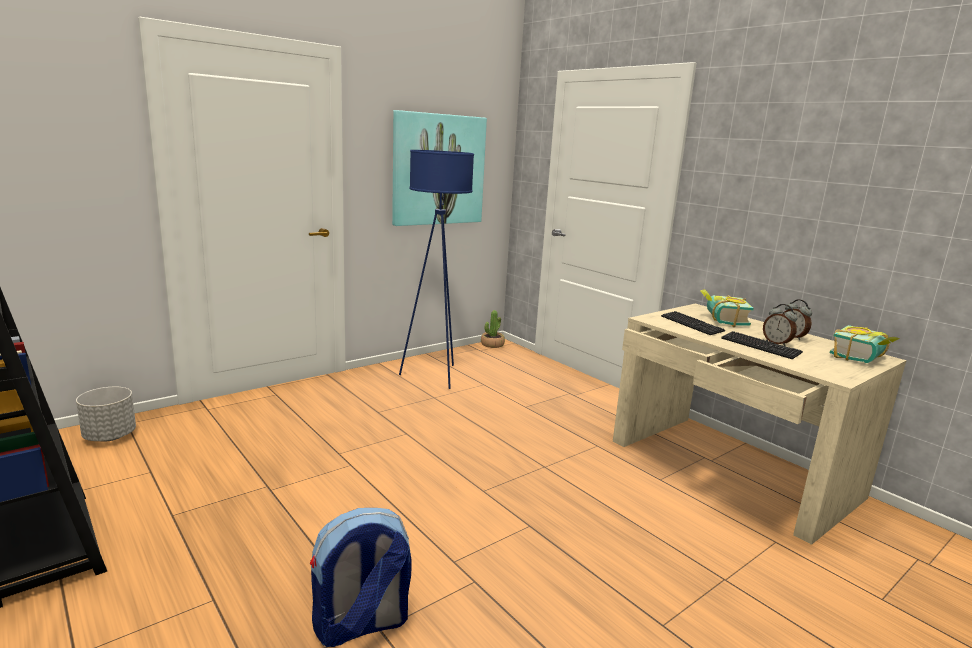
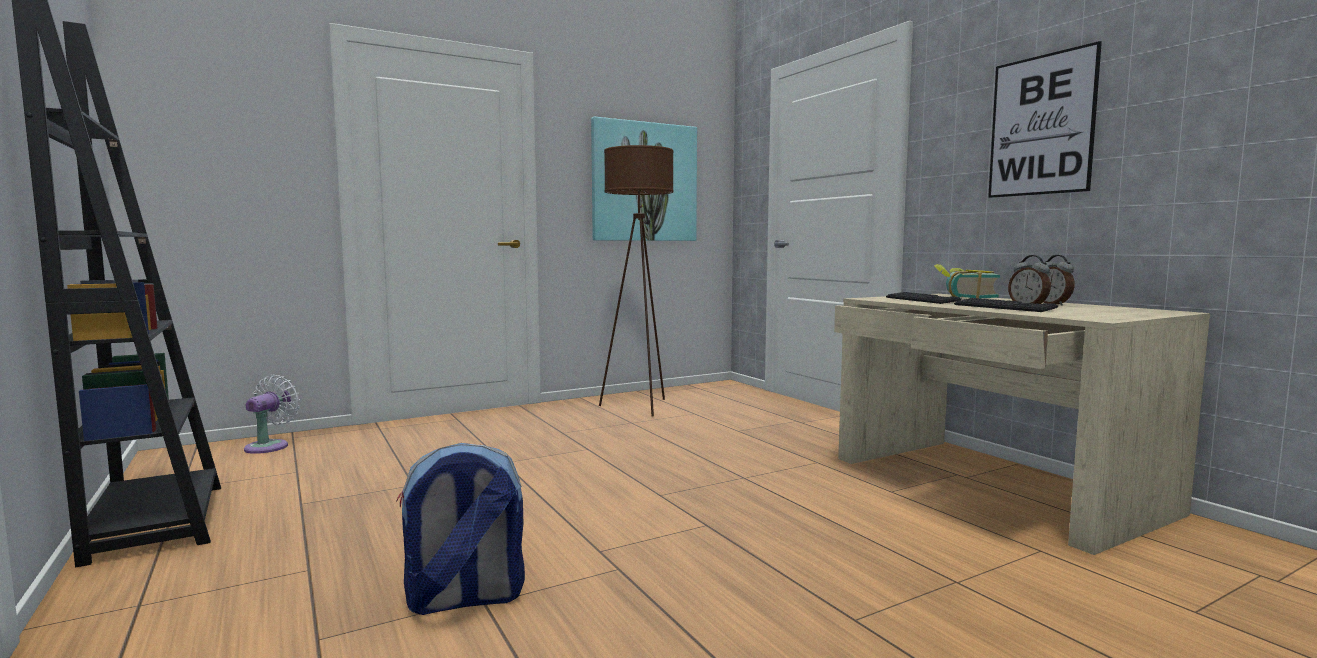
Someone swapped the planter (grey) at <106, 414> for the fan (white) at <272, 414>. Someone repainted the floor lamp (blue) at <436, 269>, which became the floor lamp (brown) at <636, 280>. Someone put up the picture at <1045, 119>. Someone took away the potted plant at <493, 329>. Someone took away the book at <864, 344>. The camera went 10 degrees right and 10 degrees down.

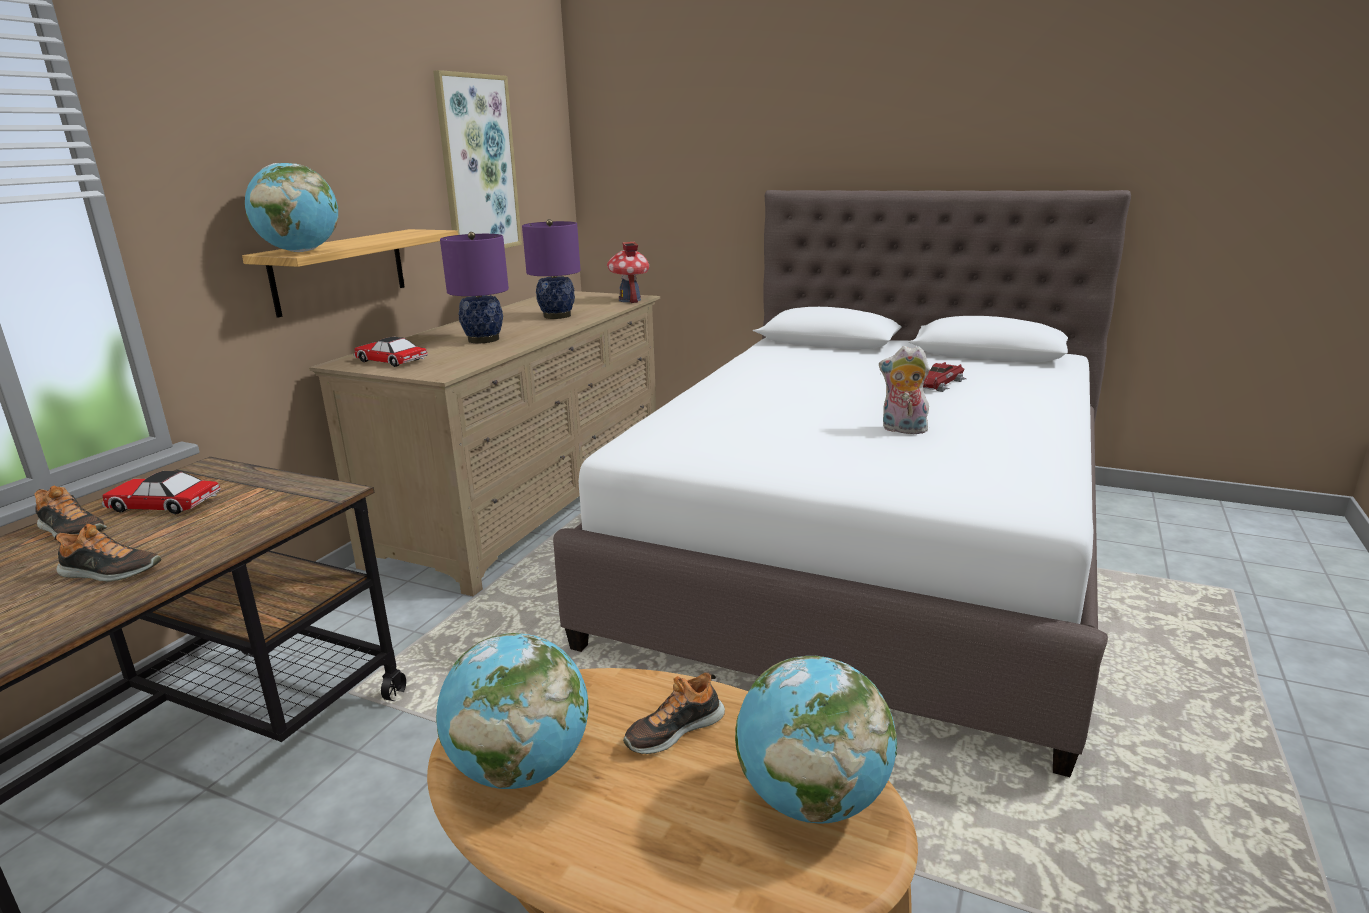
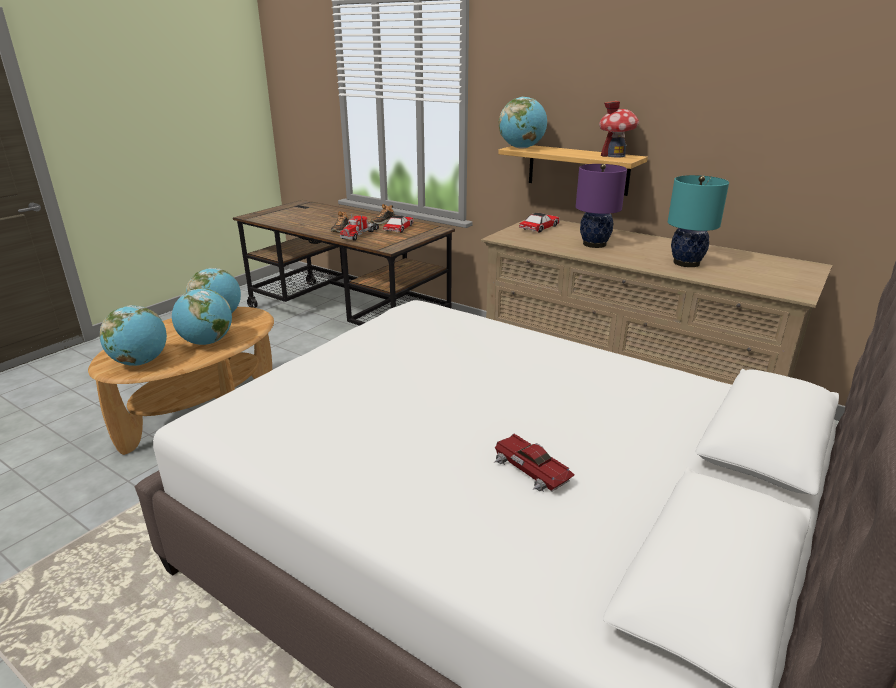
Someone swapped the shoe at <674, 713> for the globe at <202, 317>. Someone put down the toy truck at <359, 227>. Someone carried the toy house from <628, 272> to <619, 129>. Someone repainted the table lamp (purple) at <551, 269>, which became the table lamp (turquoise) at <698, 221>. Someone took away the picture at <477, 159>. Someone took away the plush toy at <904, 390>. The camera went 100 degrees right and 5 degrees up.

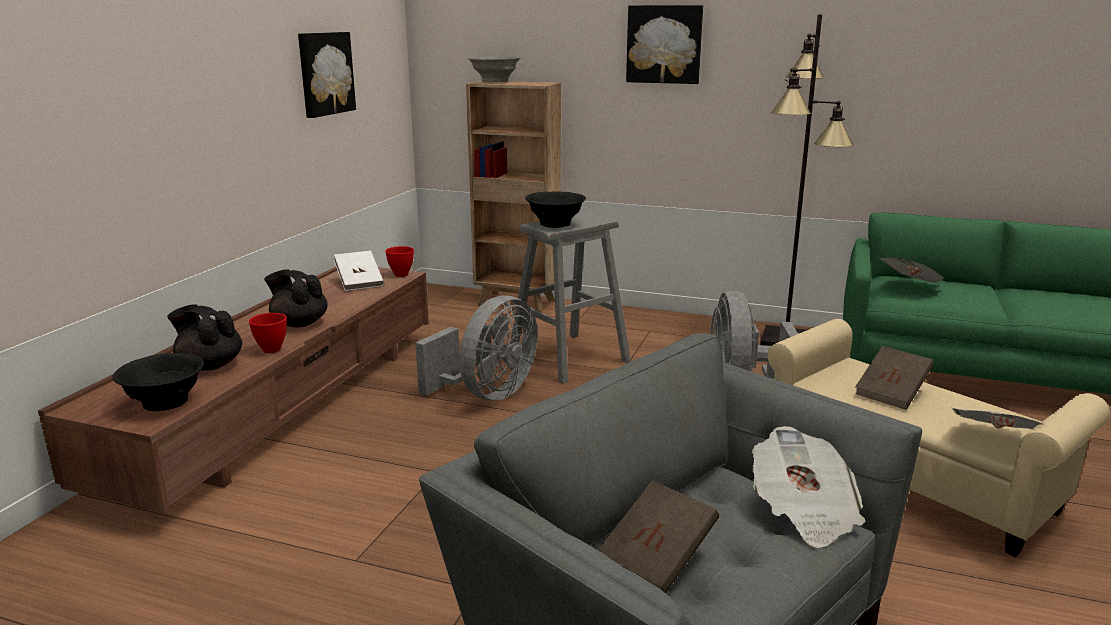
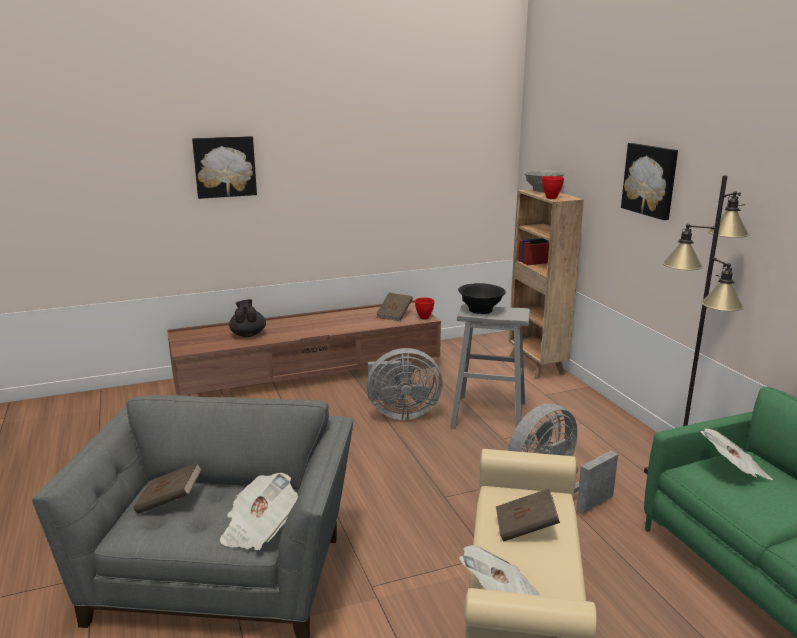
Someone carried the picture from <327, 75> to <224, 167>. Someone repainted the book (white) at <359, 271>, which became the book (brown) at <394, 307>. Someone carried the bowl (red) from <268, 333> to <553, 187>. Someone took away the bowl (black) at <158, 382>. Someone took away the teapot (black) at <296, 298>. The camera went 50 degrees right and 0 degrees up.

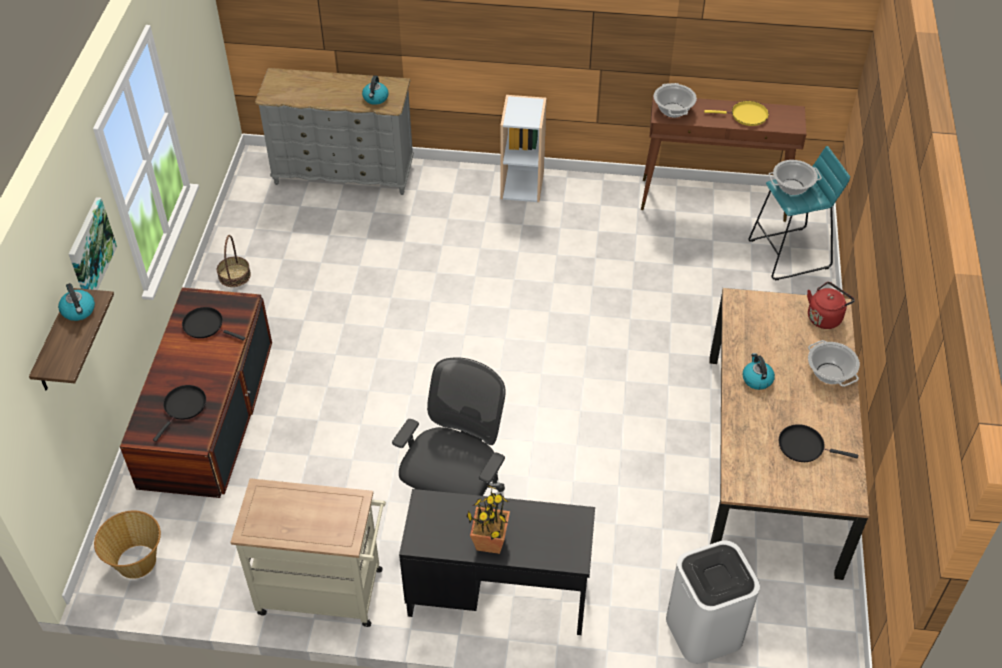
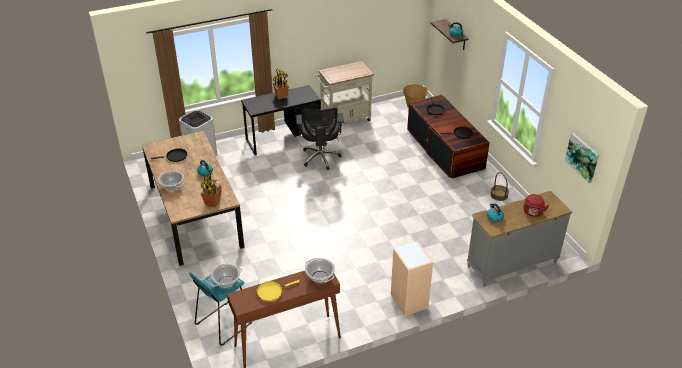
Someone put down the potted plant at <211, 188>. Someone carried the kettle (red) from <831, 305> to <536, 205>. Someone carried the picture from <93, 243> to <582, 158>. The camera went 150 degrees right and 10 degrees down.

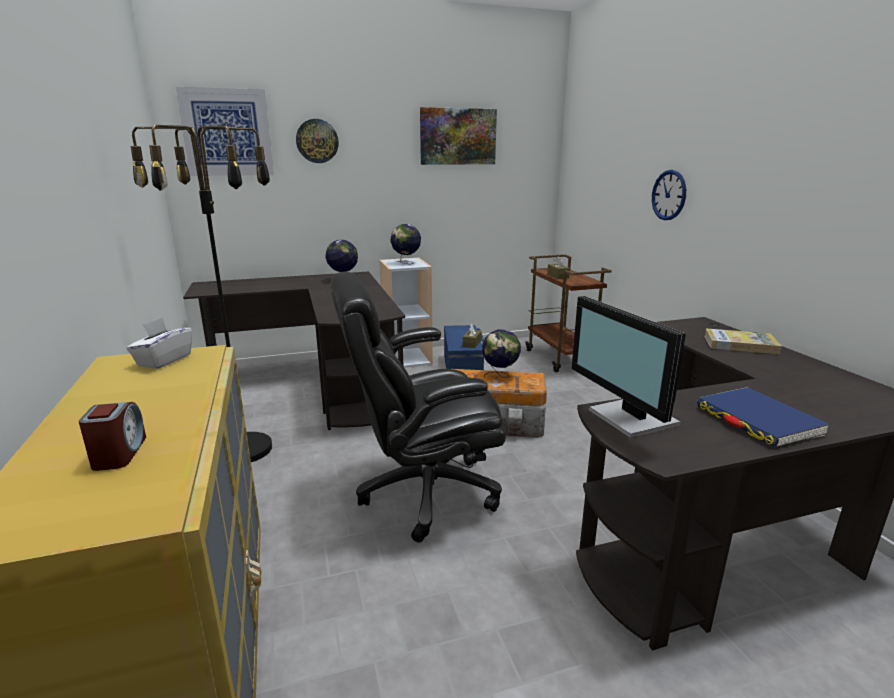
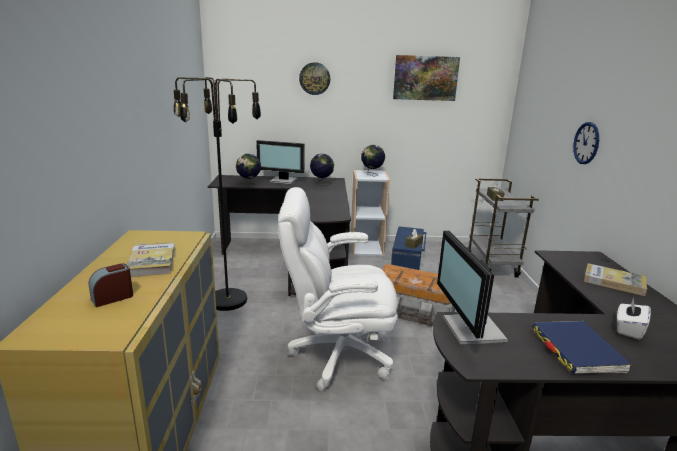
Someone rotated the alarm clock at <112, 436> by 135 degrees counterclockwise. Someone put down the book at <150, 259>. Someone carried the globe from <501, 353> to <248, 170>. Someone put down the monitor at <280, 162>. Someone repainted the office chair (black) at <418, 407>, which became the office chair (white) at <338, 289>. Someone repainted the cart (brown) at <568, 313>, which became the cart (grey) at <503, 228>. Someone carried the tissue box (white) from <159, 343> to <634, 318>. Someone took away the picture at <225, 131>. The camera went 15 degrees right and 0 degrees up.

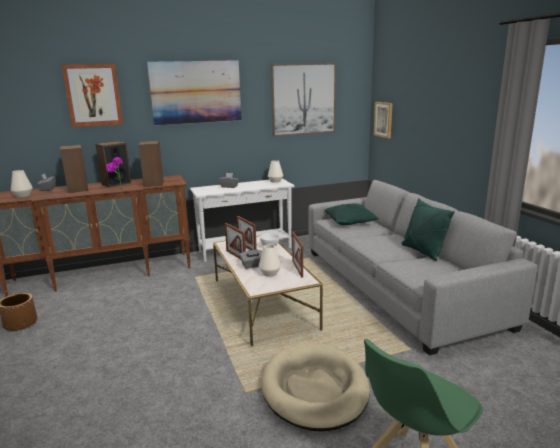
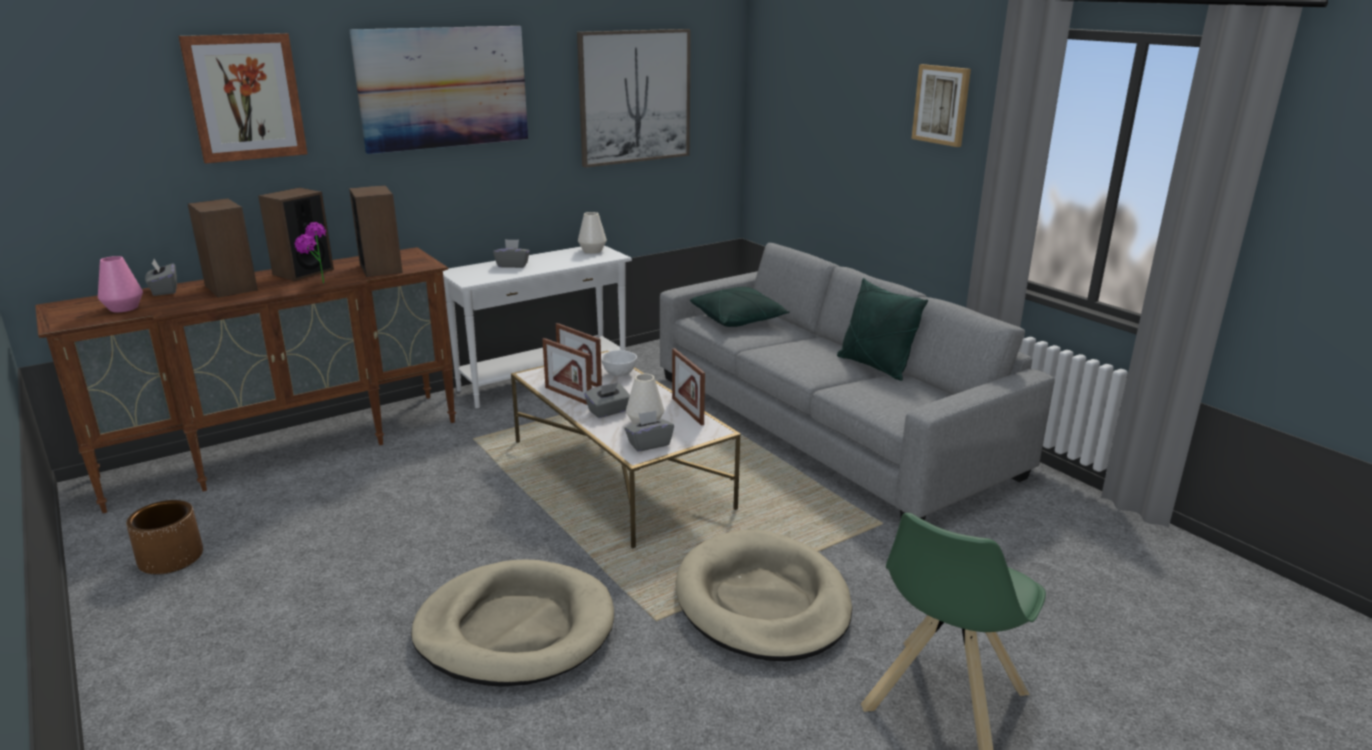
Someone repainted the vase (white) at <22, 184>, which became the vase (pink) at <120, 284>. Someone put down the dog bed (beige) at <512, 623>. Someone put down the tissue box (grey) at <649, 431>. Someone carried the picture from <383, 120> to <941, 105>. The camera went 15 degrees left and 5 degrees up.

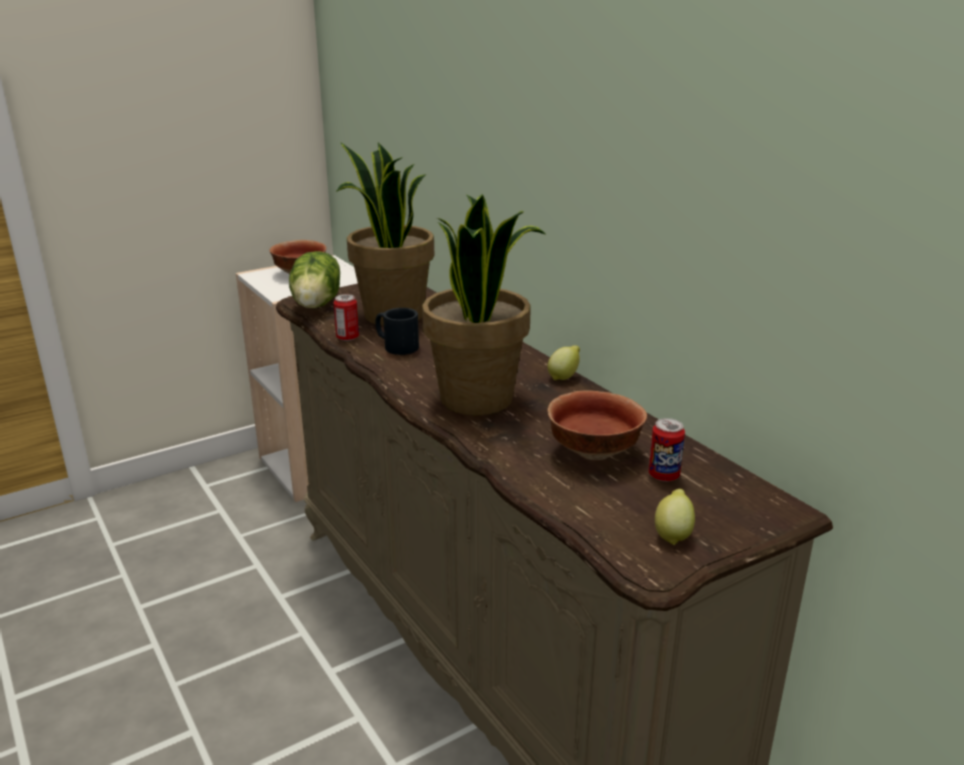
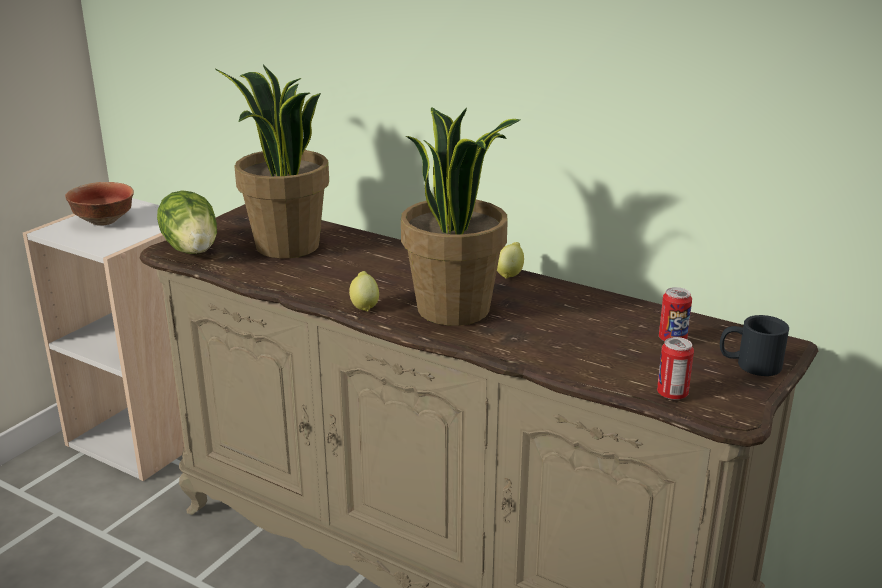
Someone carried the lemon from <675, 517> to <364, 291>. Someone carried the can from <346, 317> to <675, 368>. Someone carried the mug (black) from <397, 331> to <754, 345>. Someone took away the bowl at <597, 425>. The camera went 25 degrees left and 0 degrees up.

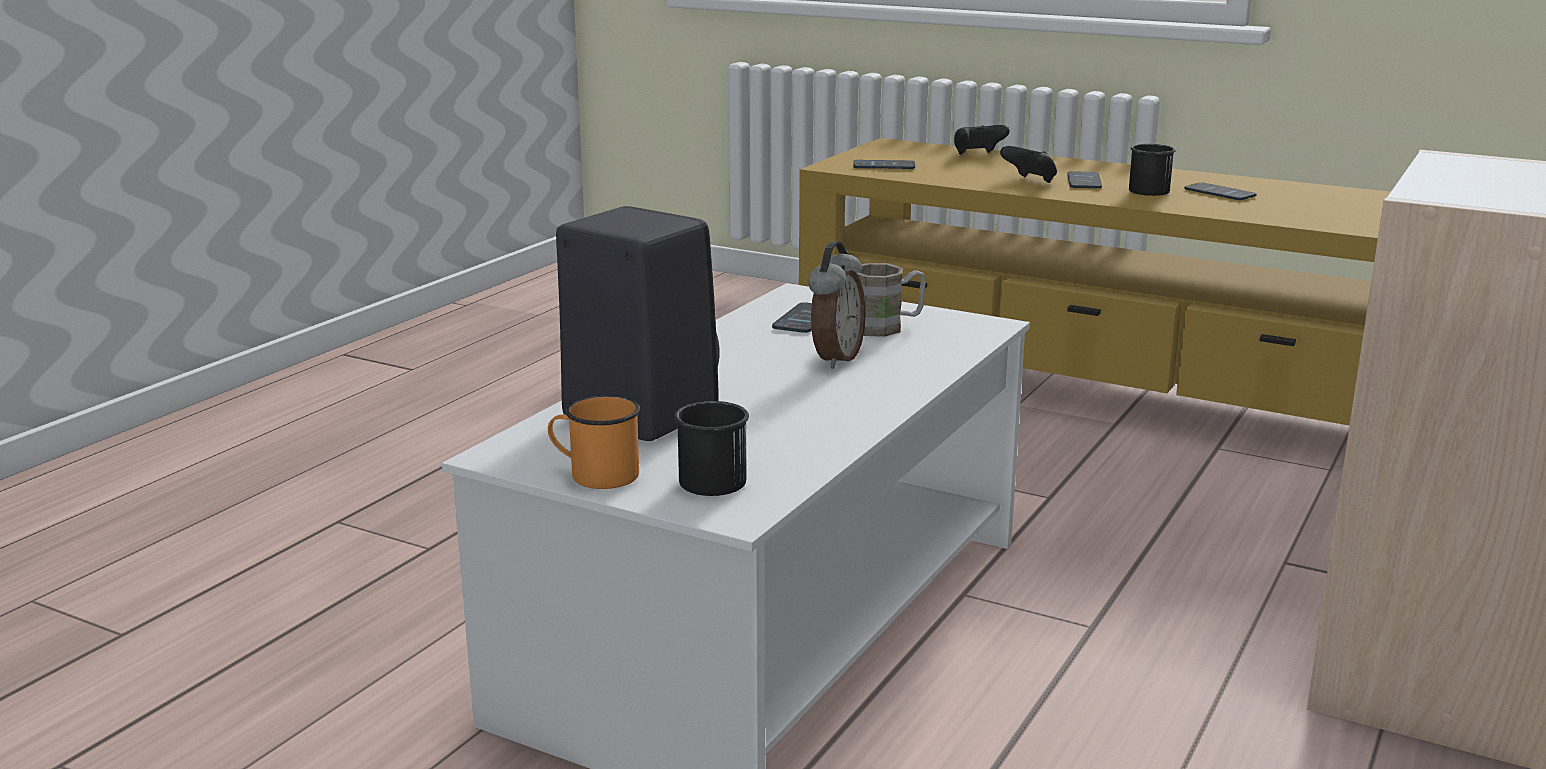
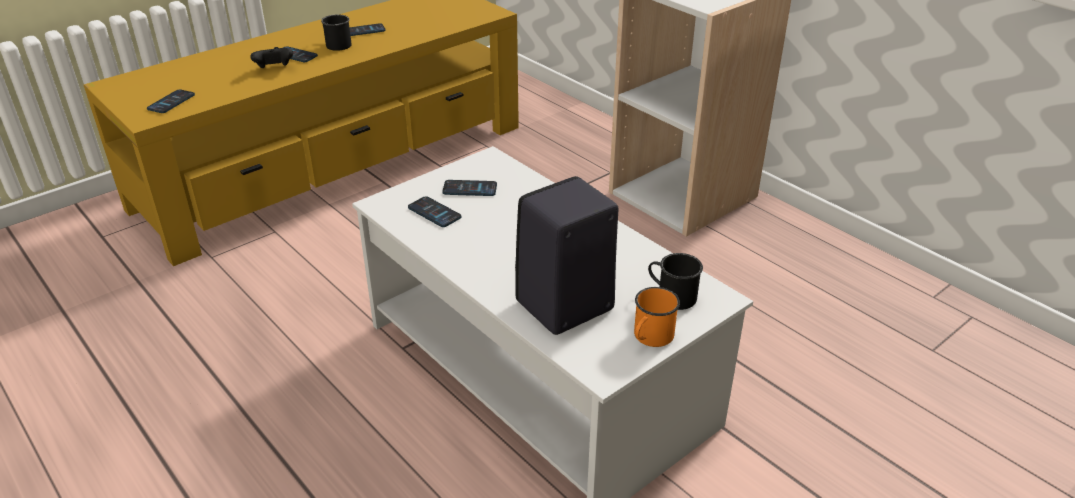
Someone swapped the mug (brown) at <891, 300> for the phone at <469, 188>. Someone took away the alarm clock at <836, 305>. Someone took away the game controller (black) at <982, 139>. The camera went 70 degrees left and 15 degrees up.

